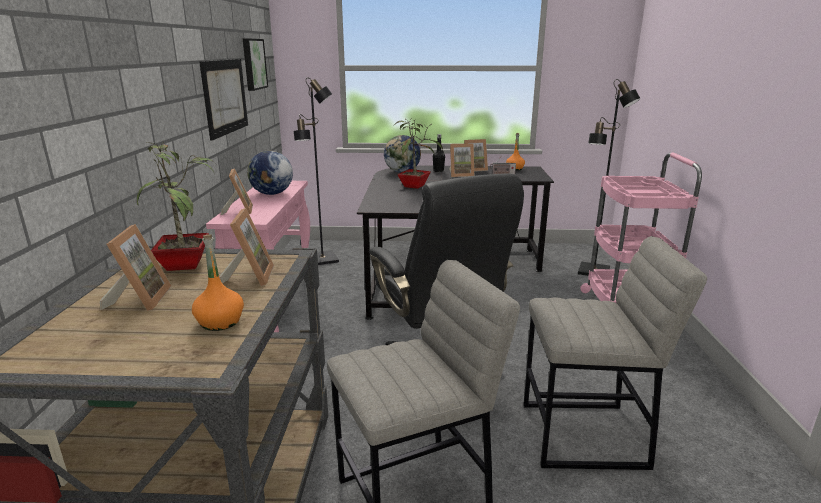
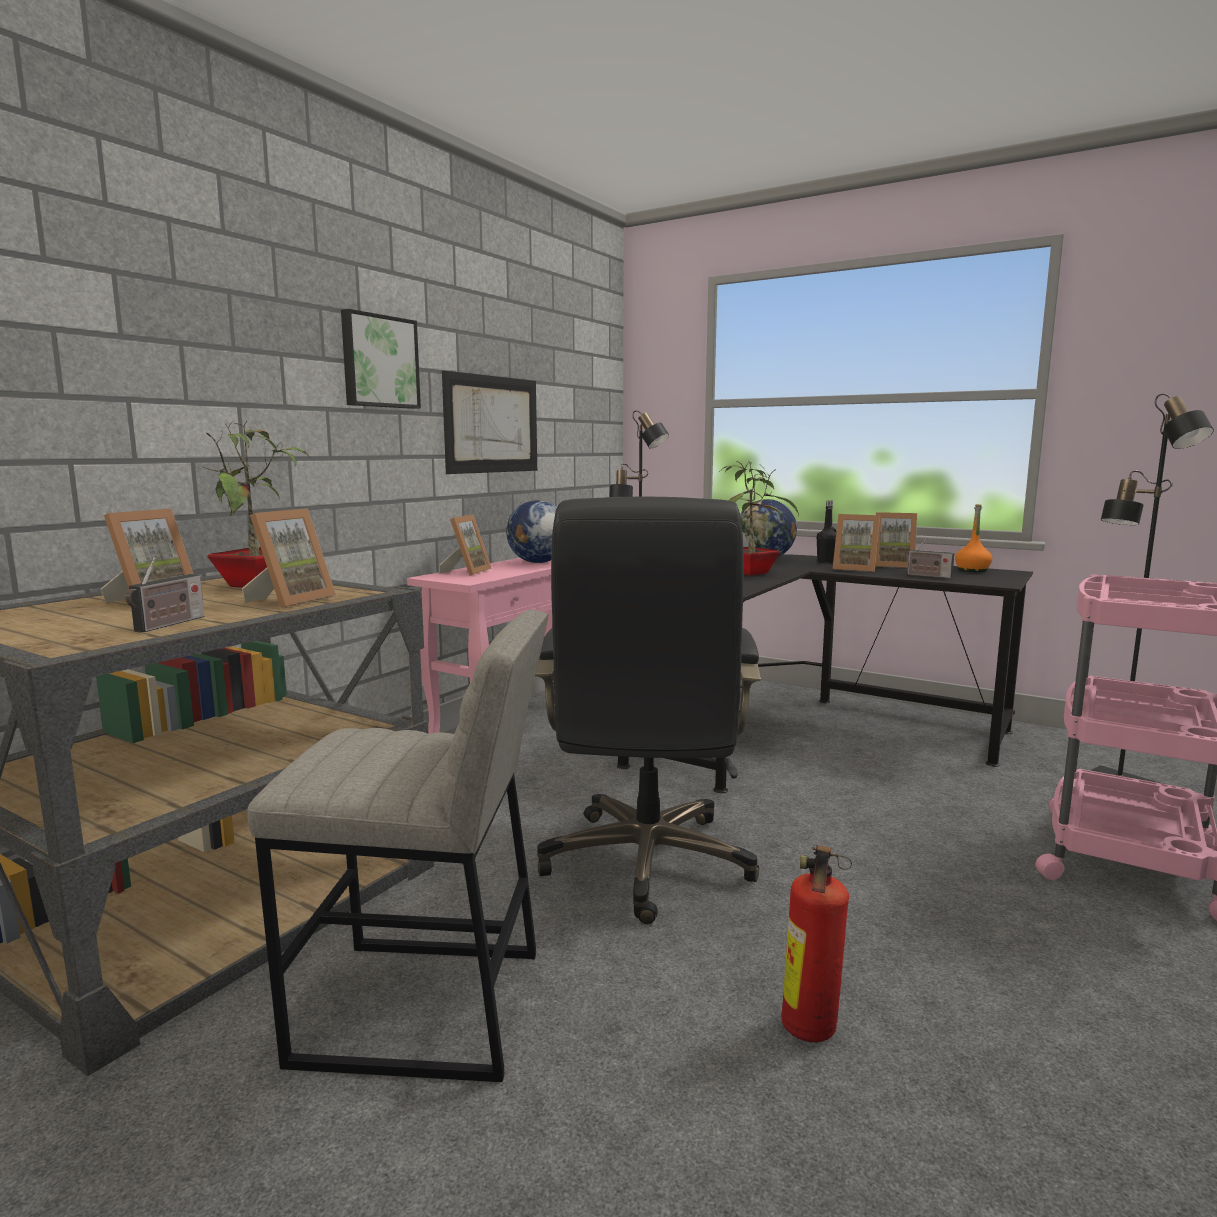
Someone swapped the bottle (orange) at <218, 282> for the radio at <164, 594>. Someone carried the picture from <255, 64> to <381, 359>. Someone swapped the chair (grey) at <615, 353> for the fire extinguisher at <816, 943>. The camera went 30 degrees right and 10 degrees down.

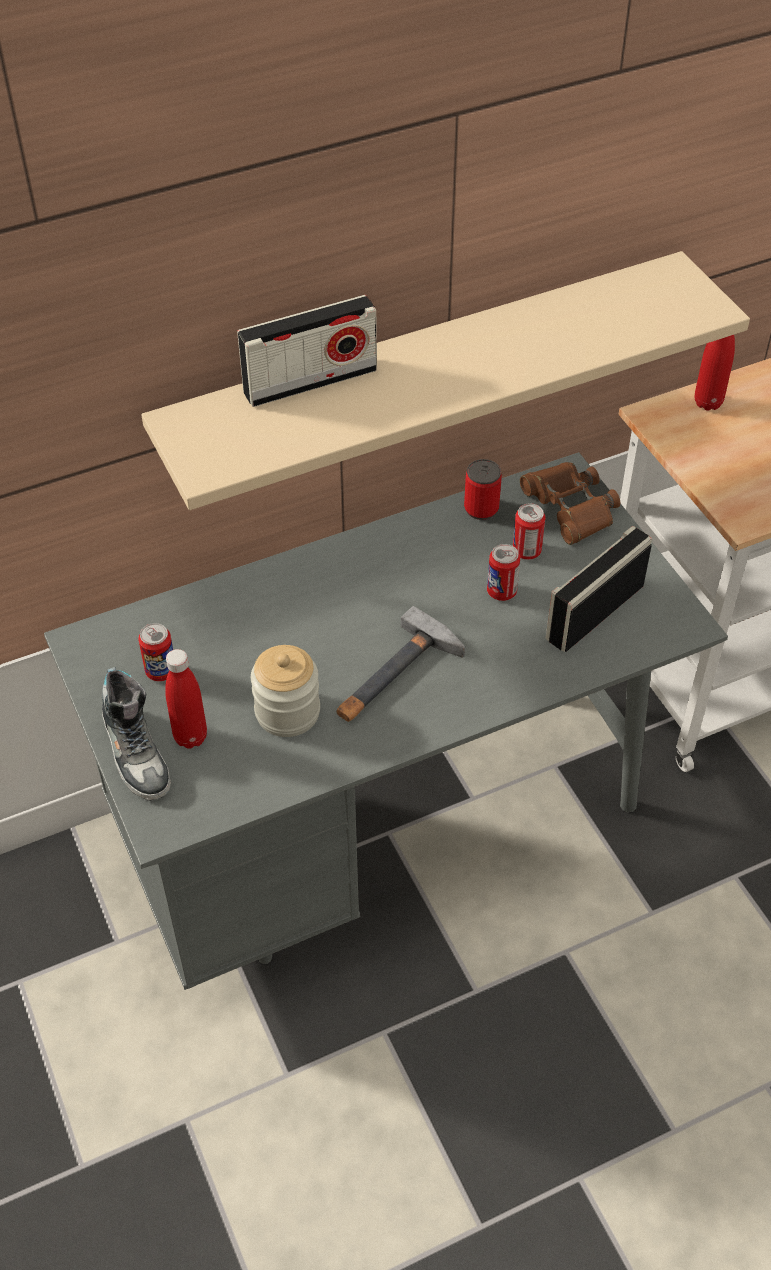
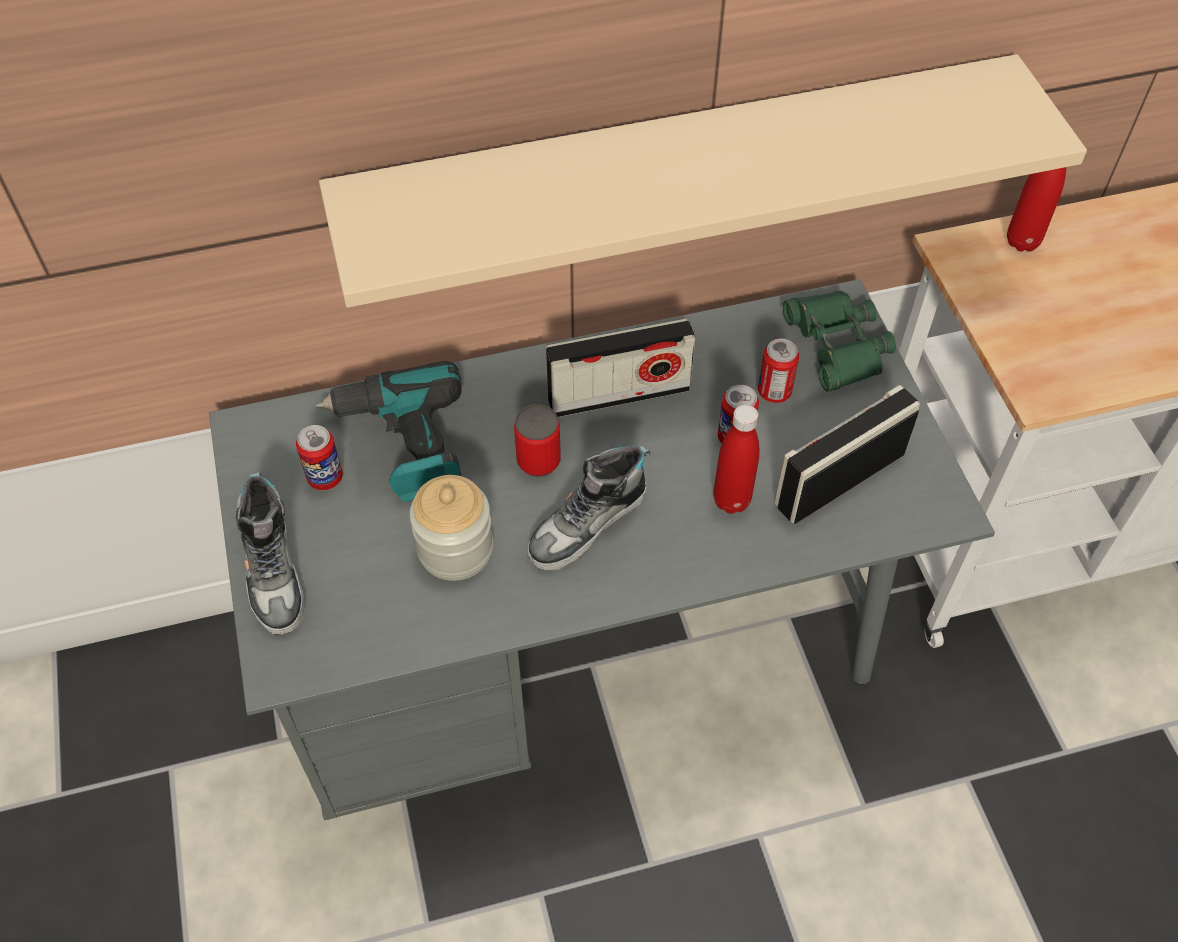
Someone put down the power drill at <389, 431>. Someone carried the can from <483, 489> to <537, 440>. Someone swapped the hammer at <400, 664> for the shoe at <588, 507>. Someone carried the radio from <307, 351> to <620, 368>. Someone carried the bottle (red) from <186, 699> to <736, 459>. Someone repainted the binoculars (brown) at <570, 503>, which became the binoculars (green) at <839, 341>. The camera went 10 degrees right and 5 degrees up.

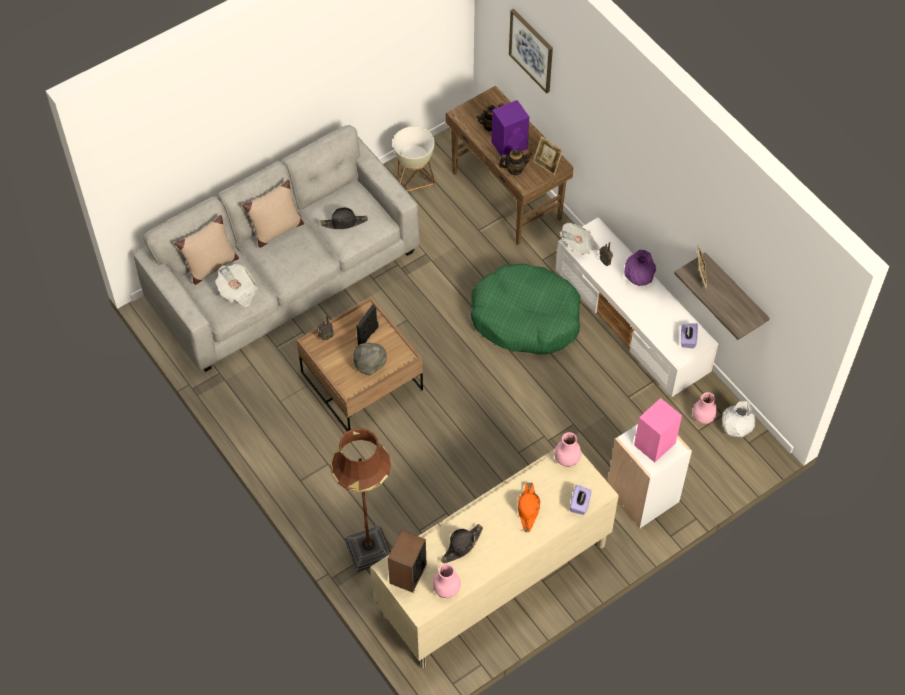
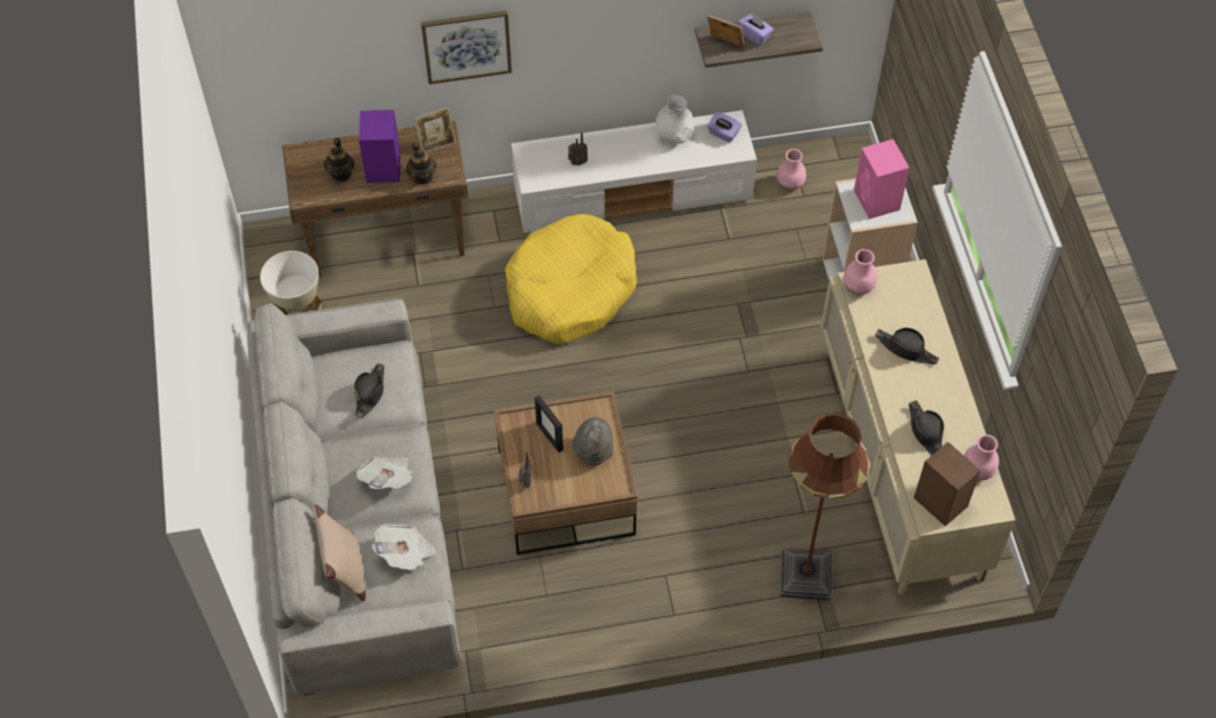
Someone carried the newspaper from <580, 238> to <384, 472>. Someone rotated the teapot at <515, 162> by 150 degrees clockwise. Someone carried the picture from <531, 51> to <466, 47>. Someone repainted the dog bed (green) at <525, 309>, which became the dog bed (yellow) at <571, 278>. Someone carried the vase (white) from <738, 419> to <675, 119>. Someone carried the tissue box (purple) from <581, 500> to <756, 30>. Someone repainted the hat (orange) at <529, 507>, which became the hat (black) at <907, 345>. Someone took away the pillow (beige) at <273, 214>. Someone took away the vase (purple) at <640, 268>. The camera went 65 degrees left and 0 degrees up.

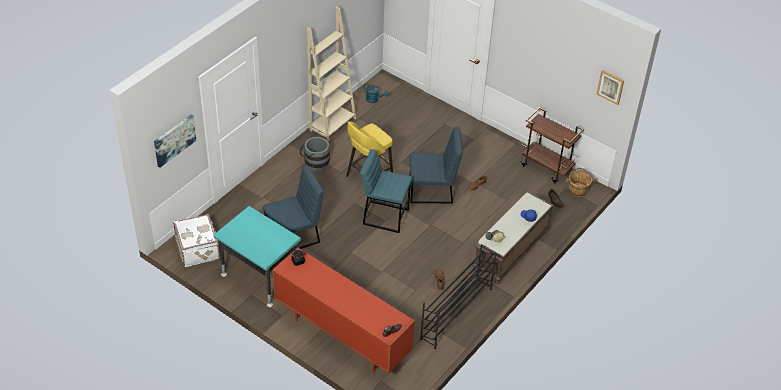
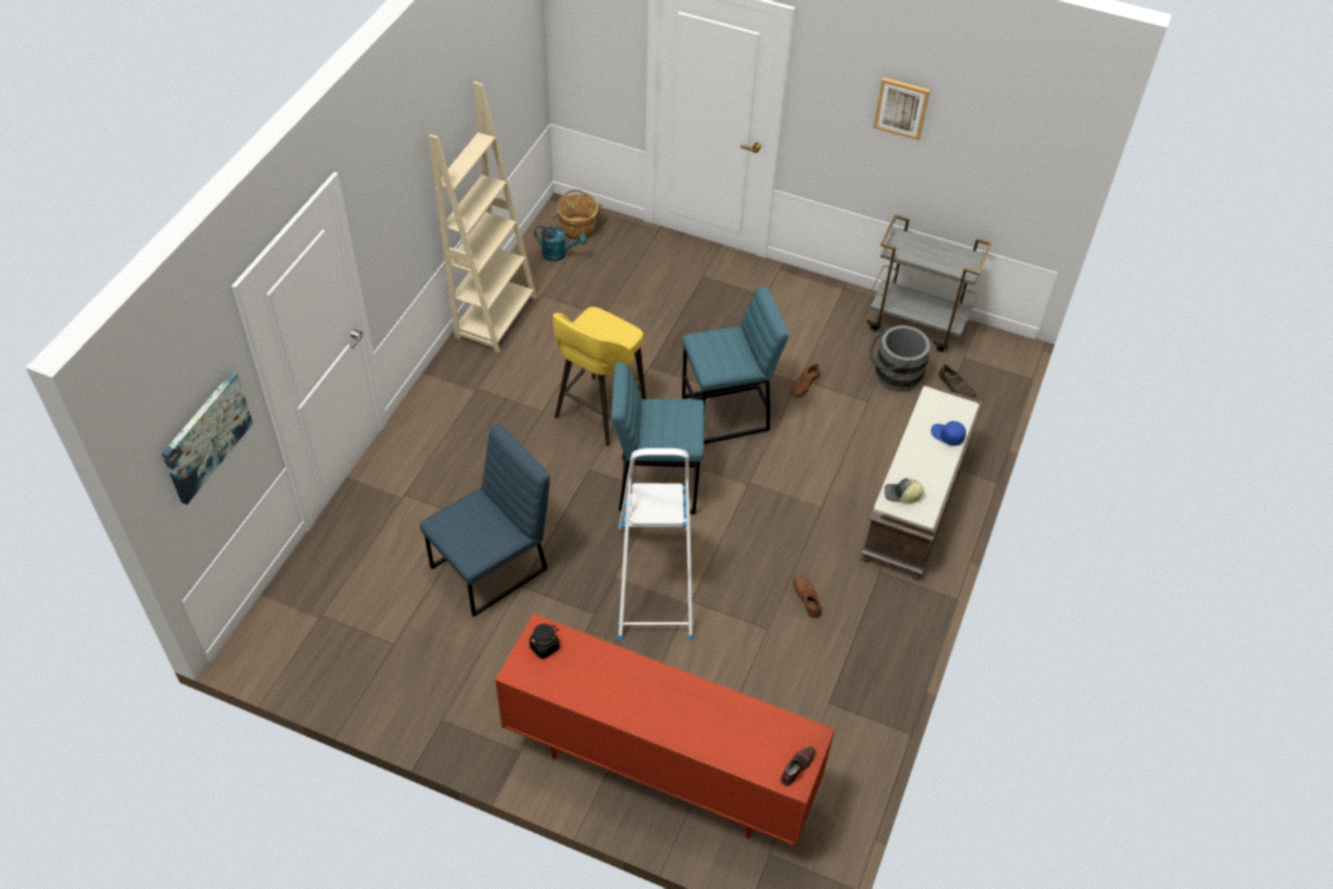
Someone carried the bucket (brown) from <580, 182> to <578, 214>. Someone put down the step ladder (white) at <655, 544>. Someone swapped the chair (blue) at <435, 165> for the stool (blue) at <735, 365>. Someone repainted the cart (brown) at <552, 145>, which became the cart (grey) at <929, 283>. Someone carried the bucket (grey) from <315, 154> to <900, 358>. Someone carried the picture from <610, 87> to <901, 109>. Someone took away the suitcase (white) at <196, 240>. Someone took away the desk (turquoise) at <257, 256>. Someone took away the shoe rack (black) at <458, 296>. The camera went 15 degrees left and 5 degrees up.

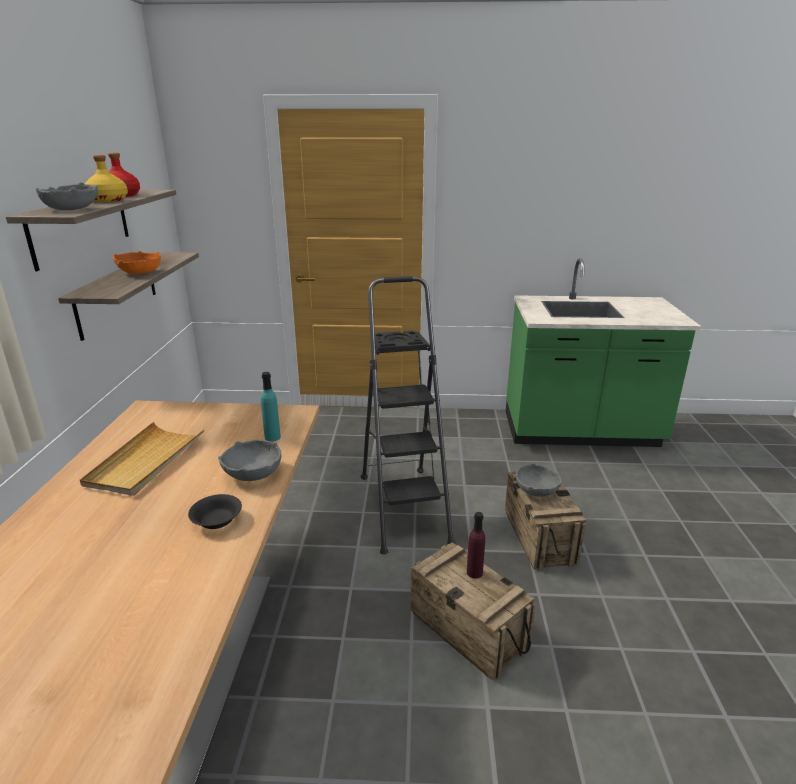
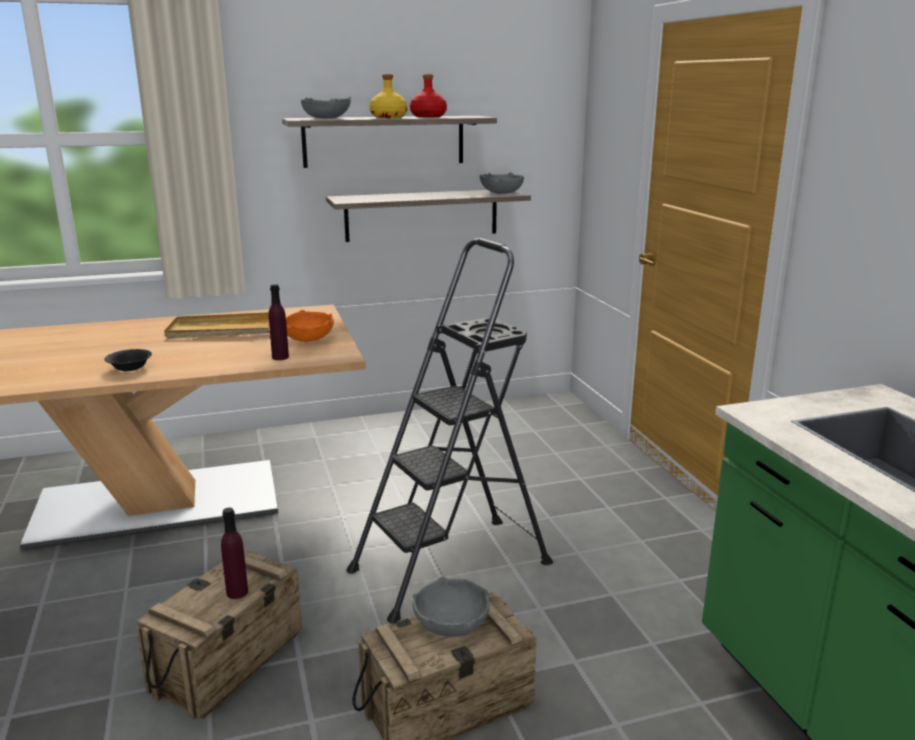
Someone repainted the bottle (turquoise) at <271, 407>, which became the bottle (purple) at <279, 322>. Someone carried the bowl (orange) from <137, 263> to <310, 325>. Someone carried the bowl (grey) from <250, 460> to <502, 183>. The camera went 70 degrees right and 5 degrees down.

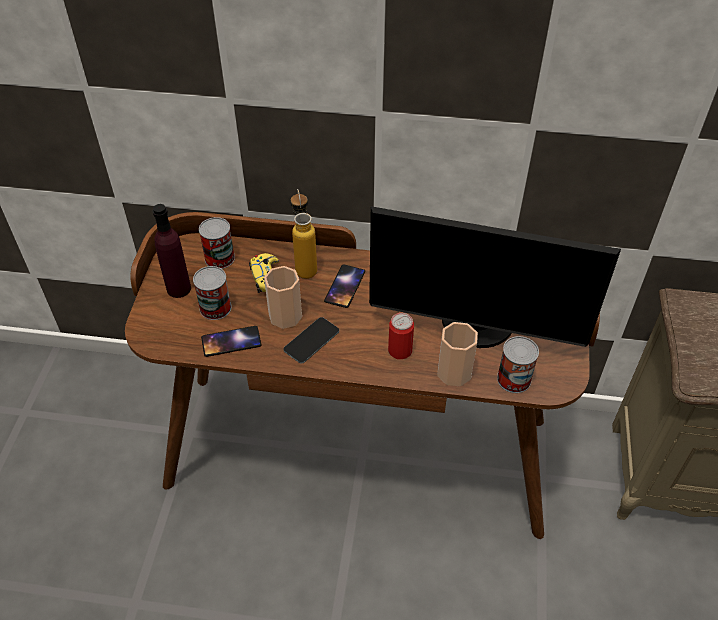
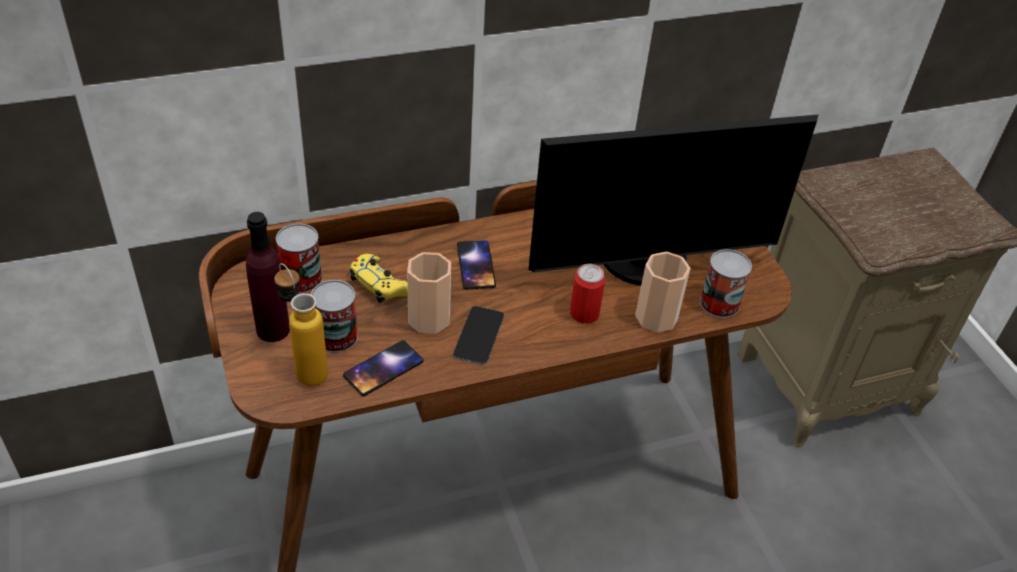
Someone carried the bottle from <304, 234> to <301, 324>. The camera went 30 degrees left and 5 degrees down.

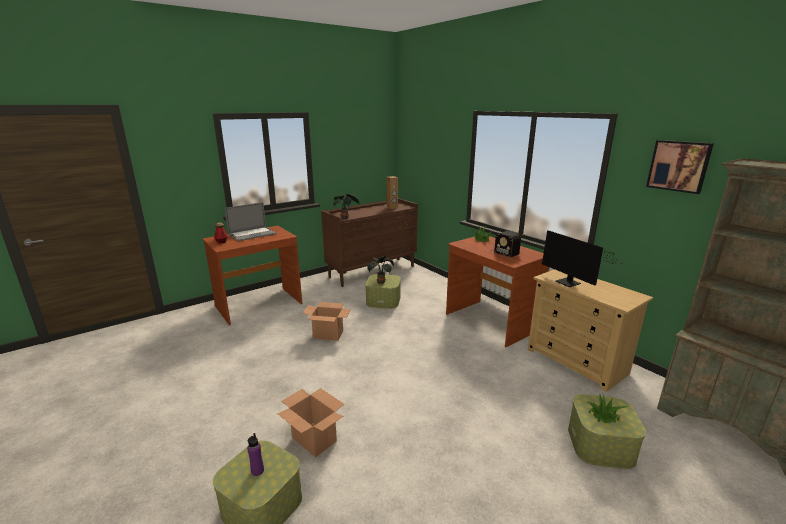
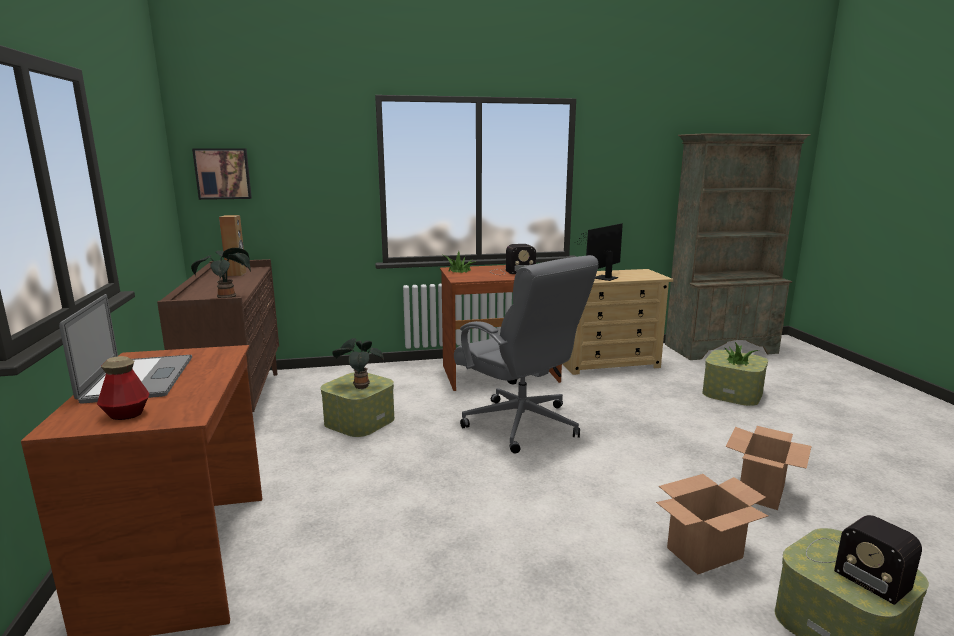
Someone carried the picture from <680, 167> to <222, 174>. Someone put down the office chair (grey) at <526, 354>. Someone rotated the monitor at <579, 258> by 135 degrees clockwise. Someone carried the cardboard box from <327, 321> to <768, 468>. Someone swapped the bottle (purple) at <255, 454> for the radio at <864, 560>. The camera went 65 degrees left and 5 degrees down.

